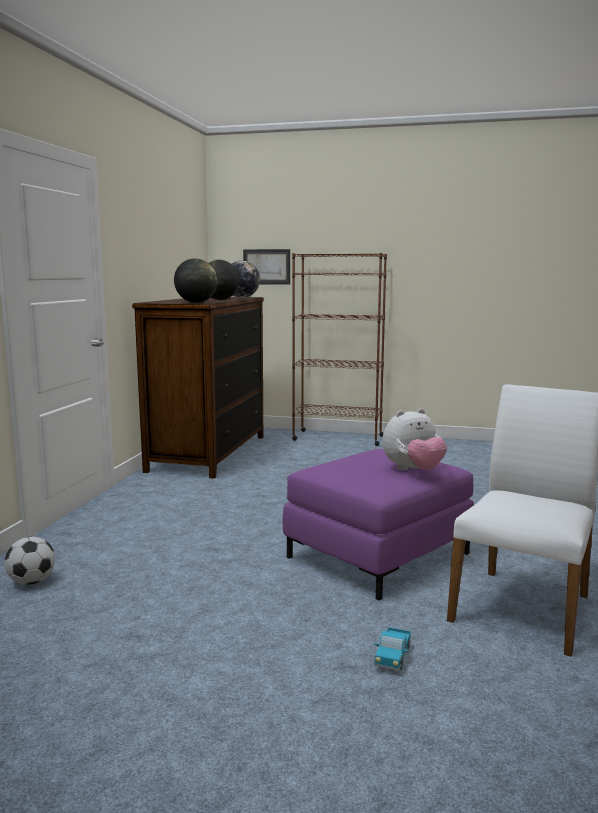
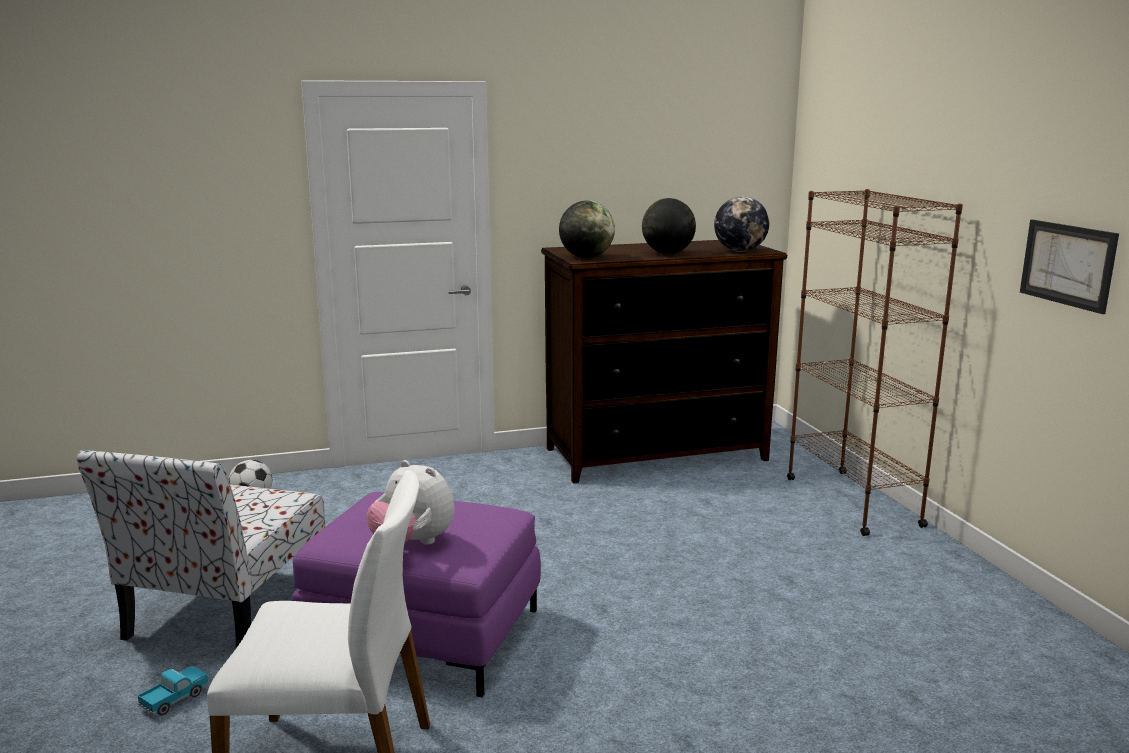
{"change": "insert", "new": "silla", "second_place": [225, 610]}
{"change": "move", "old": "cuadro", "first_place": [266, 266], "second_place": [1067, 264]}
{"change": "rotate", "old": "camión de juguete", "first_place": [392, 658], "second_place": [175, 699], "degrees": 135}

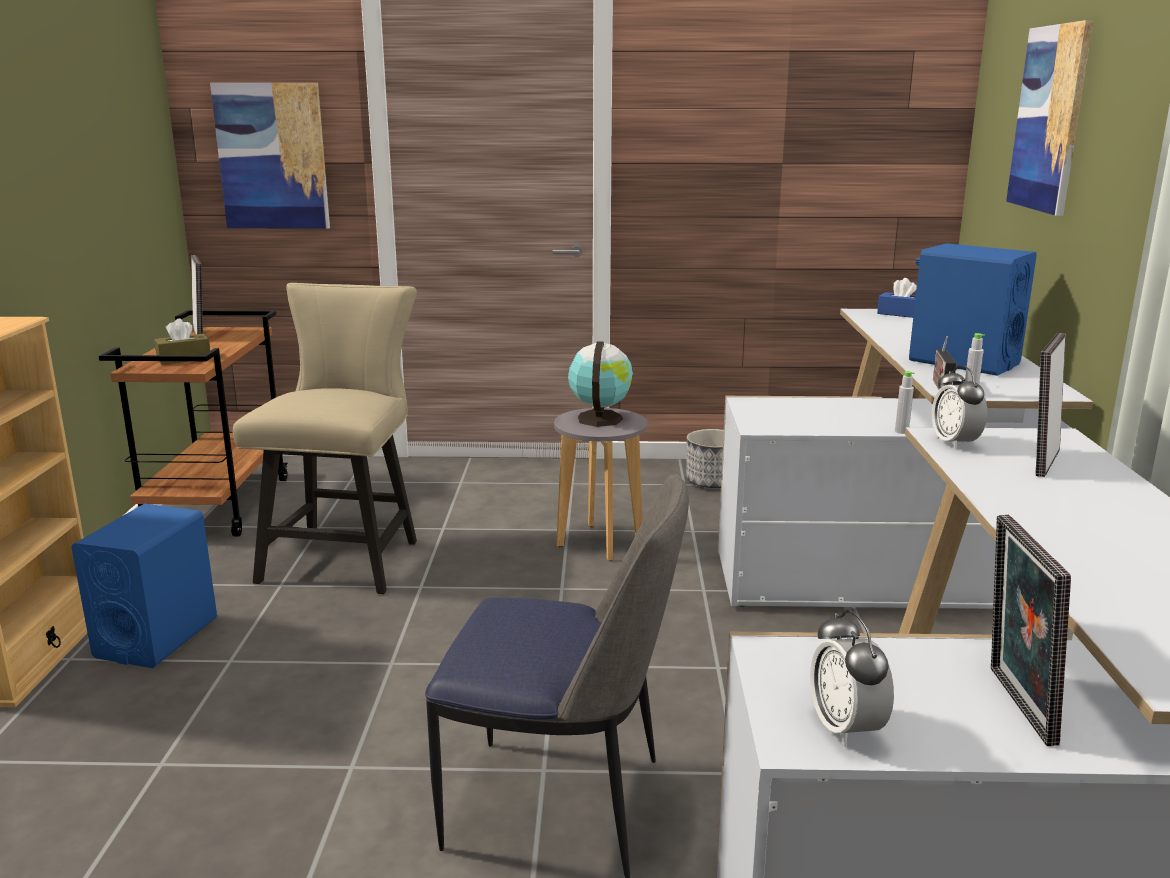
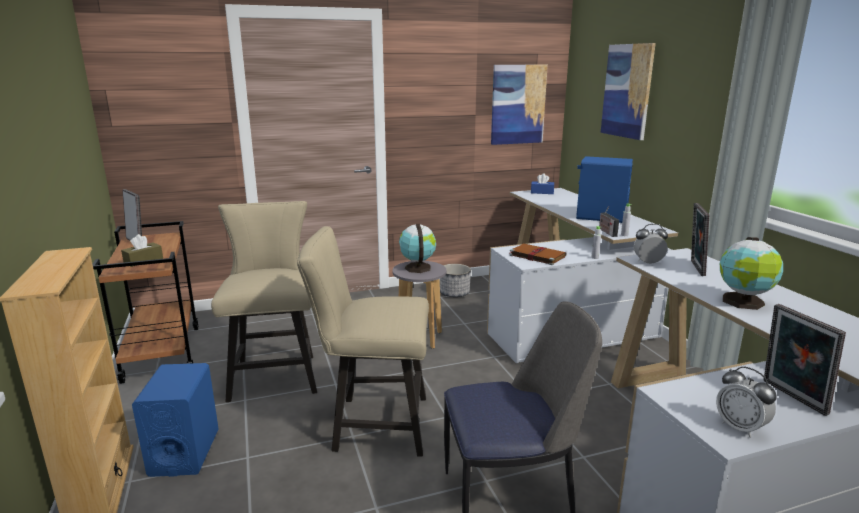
{"change": "insert", "new": "silla [beis]", "second_place": [373, 424]}
{"change": "insert", "new": "libro [marrón]", "second_place": [536, 256]}
{"change": "insert", "new": "globo terráqueo", "second_place": [743, 302]}
{"change": "move", "old": "cuadro", "first_place": [272, 156], "second_place": [518, 104]}
{"change": "rotate", "old": "despertador", "first_place": [954, 443], "second_place": [648, 263], "degrees": 120}

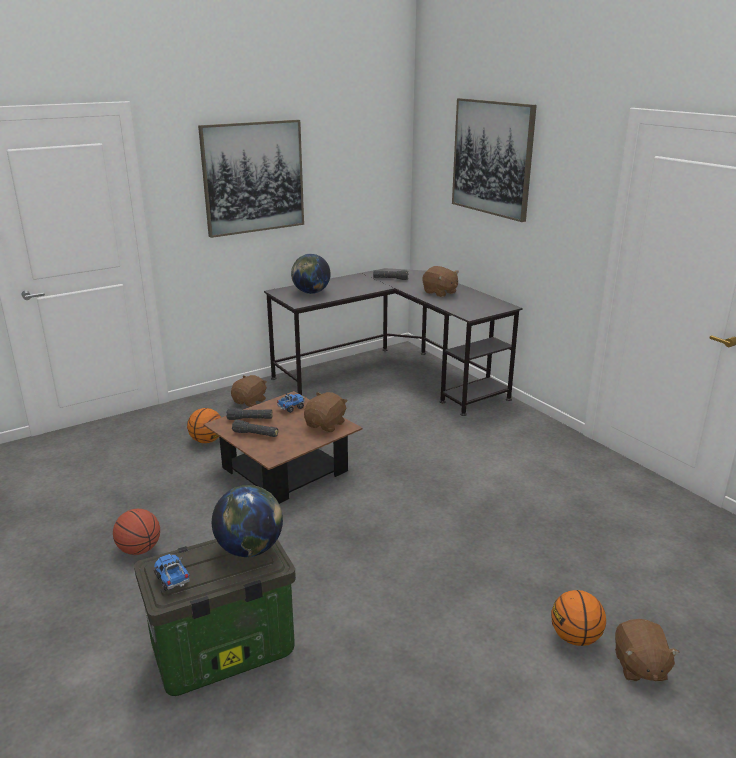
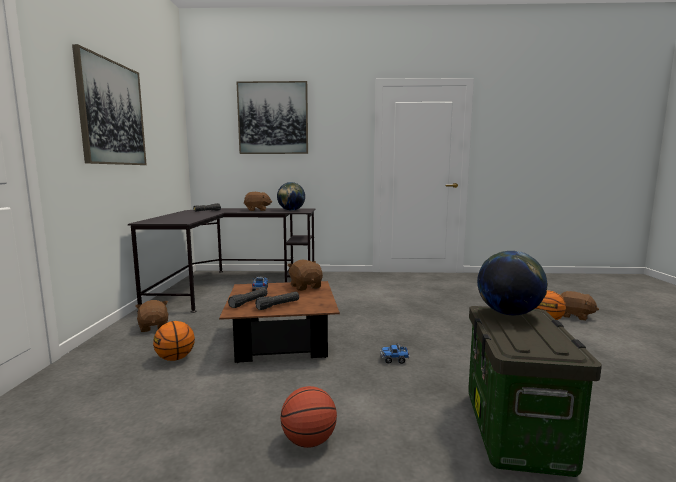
{"change": "move", "old": "camión de juguete", "first_place": [172, 580], "second_place": [394, 360]}
{"change": "move", "old": "globo terráqueo", "first_place": [311, 292], "second_place": [291, 210]}

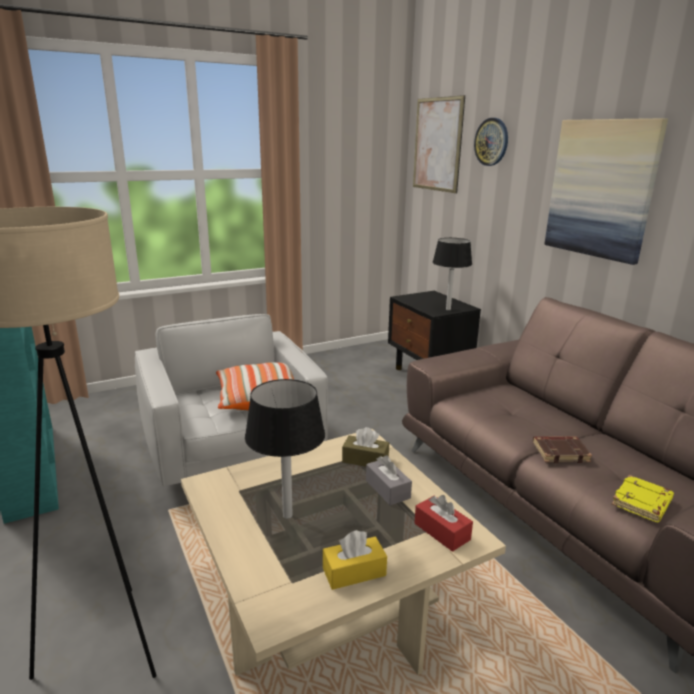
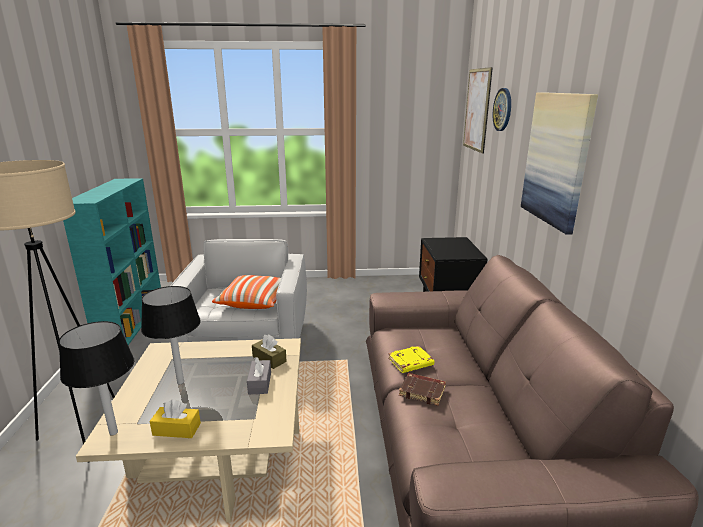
{"change": "delete", "old": "caja de pañuelos [rojo]", "first_place": [442, 531]}
{"change": "move", "old": "lámpara de mesa [negro]", "first_place": [448, 309], "second_place": [113, 432]}
{"change": "move", "old": "libro [amarillo]", "first_place": [642, 503], "second_place": [410, 363]}

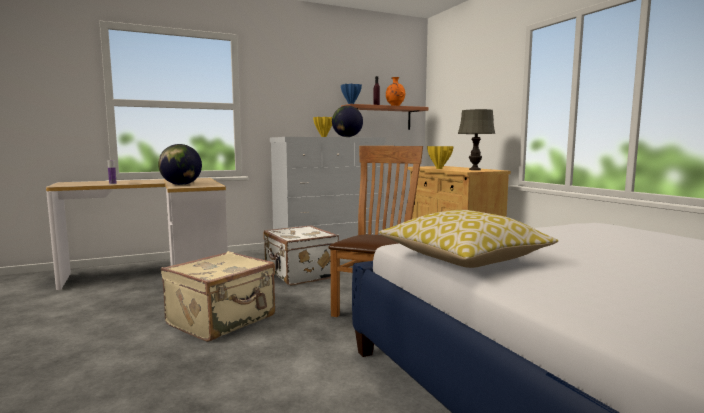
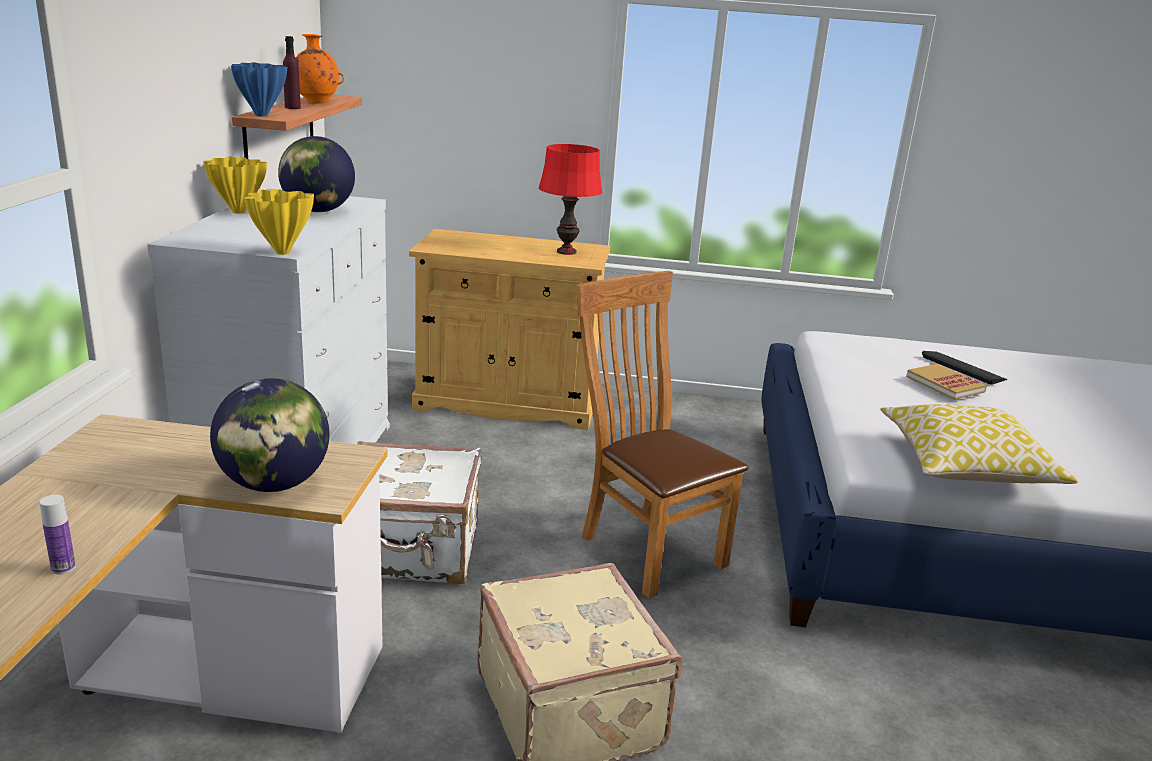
{"change": "insert", "new": "libro", "second_place": [945, 384]}
{"change": "insert", "new": "teclado", "second_place": [963, 368]}
{"change": "move", "old": "florero [amarillo]", "first_place": [438, 168], "second_place": [281, 252]}
{"change": "recolor", "old": "lámpara de mesa [gris]", "new": "lámpara de mesa [rojo]", "first_place": [474, 169], "second_place": [566, 252]}

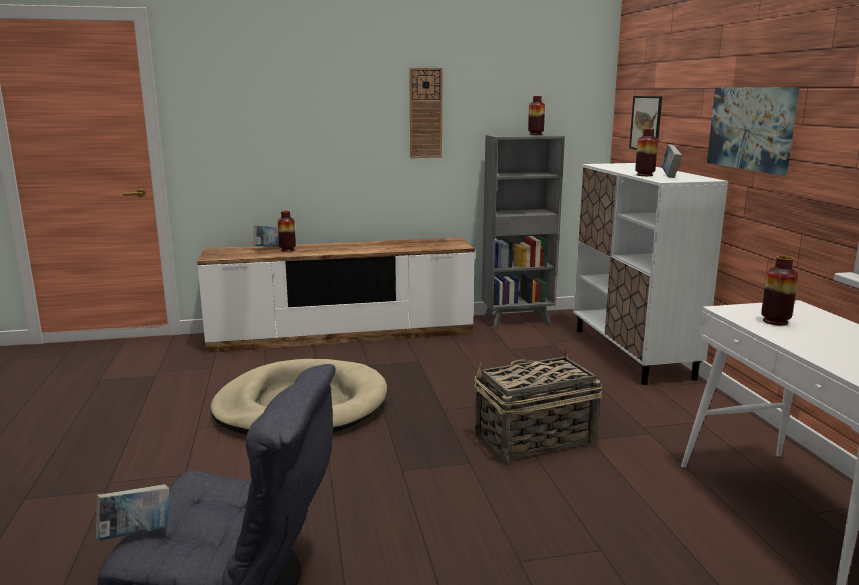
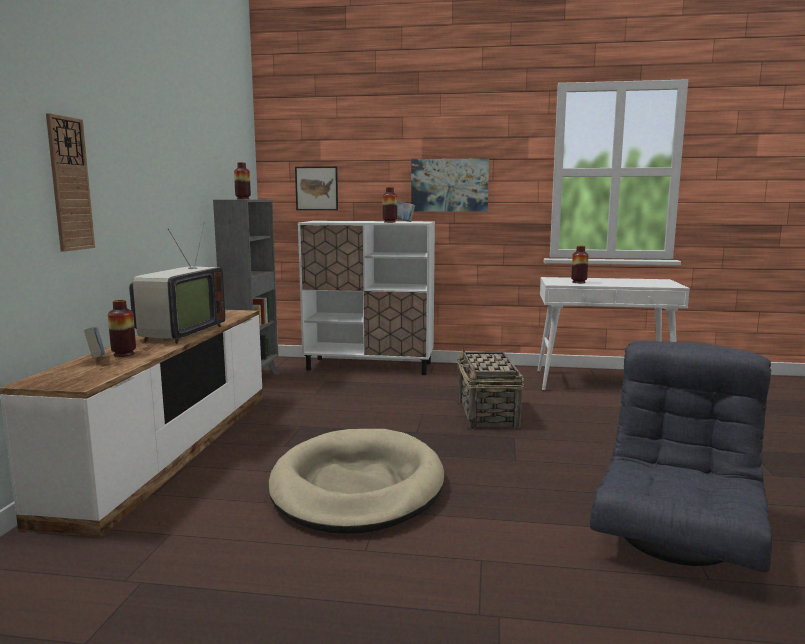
{"change": "delete", "old": "libro", "first_place": [136, 534]}
{"change": "insert", "new": "televisor", "second_place": [179, 334]}
{"change": "move", "old": "reloj de pared", "first_place": [425, 113], "second_place": [70, 184]}

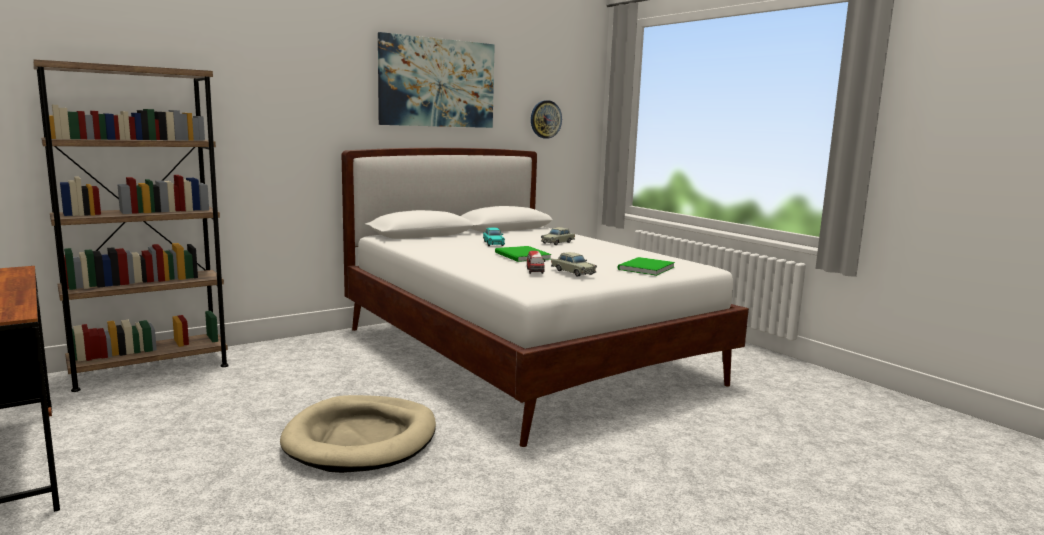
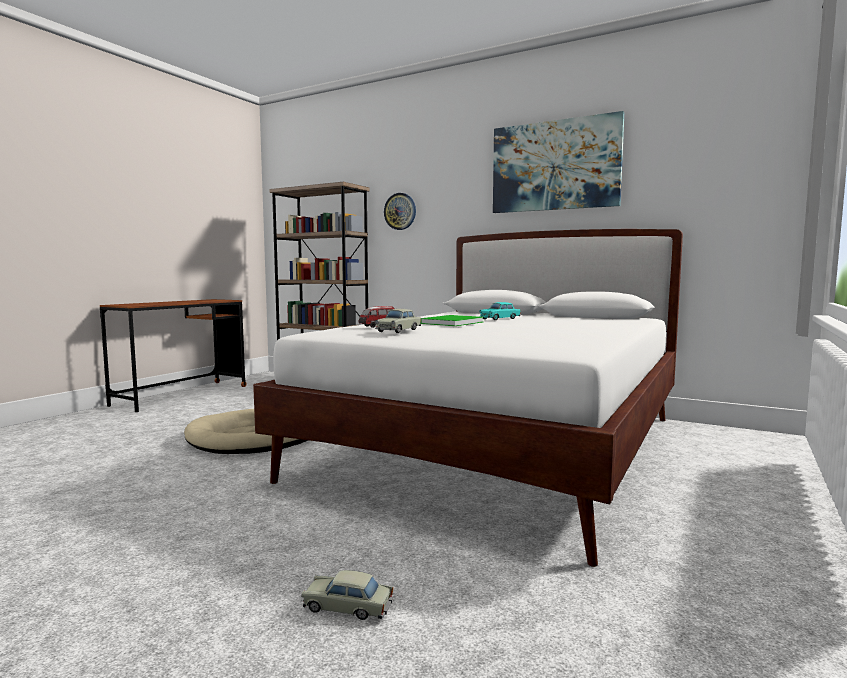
{"change": "delete", "old": "libro [verde]", "first_place": [644, 268]}
{"change": "move", "old": "reloj de pared", "first_place": [545, 119], "second_place": [400, 211]}
{"change": "move", "old": "coche de juguete [beis]", "first_place": [558, 242], "second_place": [347, 607]}

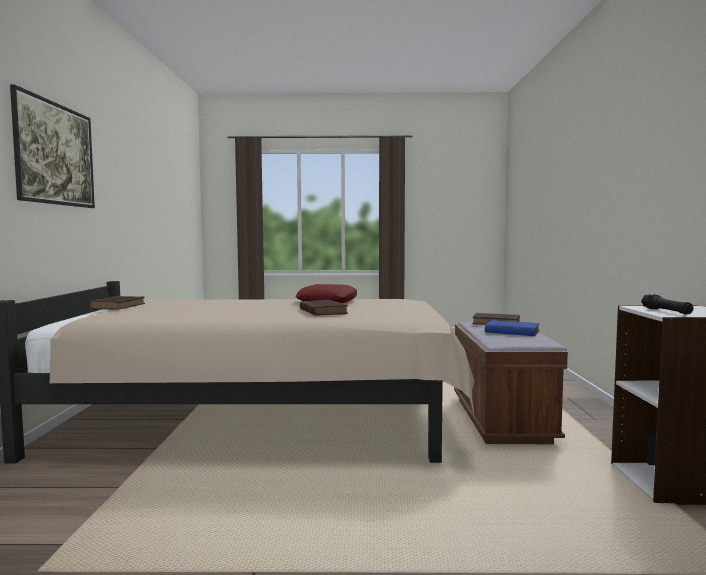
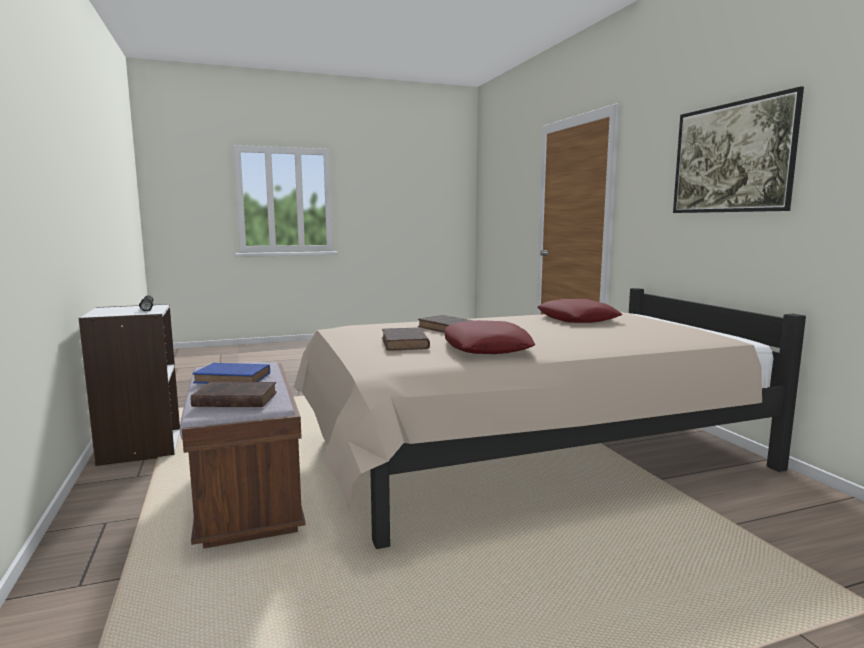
{"change": "insert", "new": "cojín [rojo]", "second_place": [577, 319]}
{"change": "move", "old": "libro [marrón]", "first_place": [118, 306], "second_place": [405, 343]}

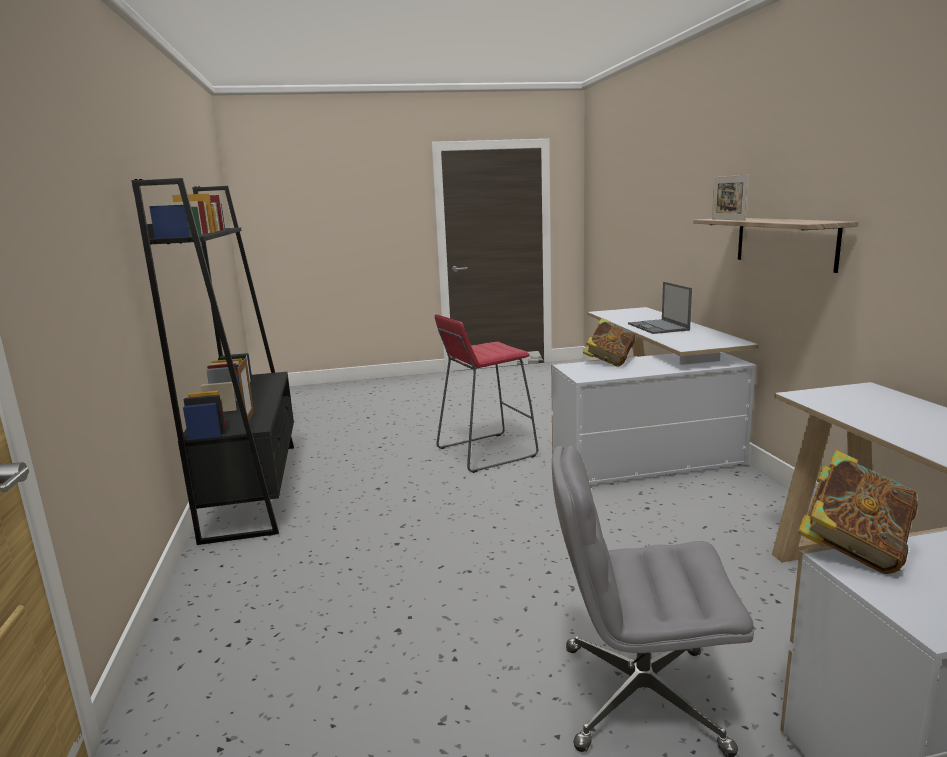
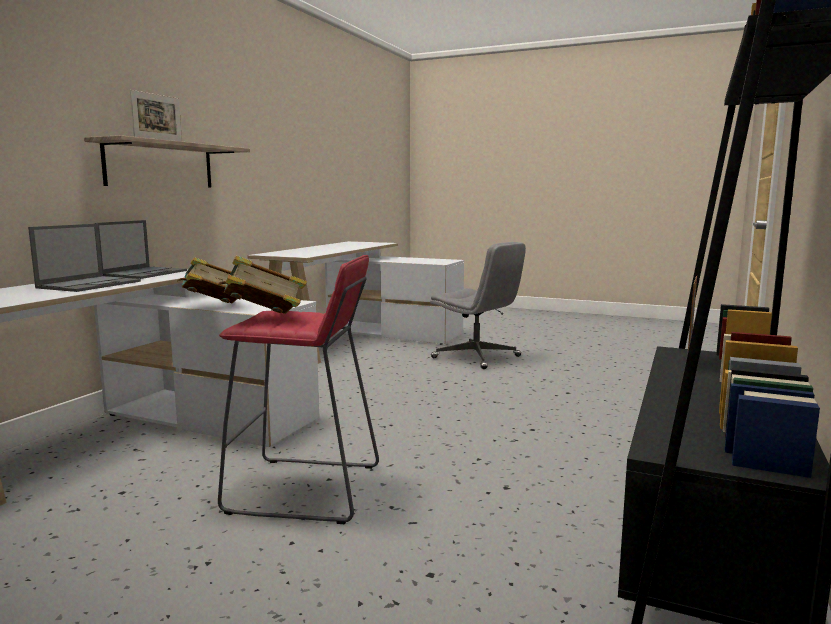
{"change": "insert", "new": "portátil", "second_place": [145, 273]}
{"change": "move", "old": "libro", "first_place": [853, 549], "second_place": [263, 318]}

